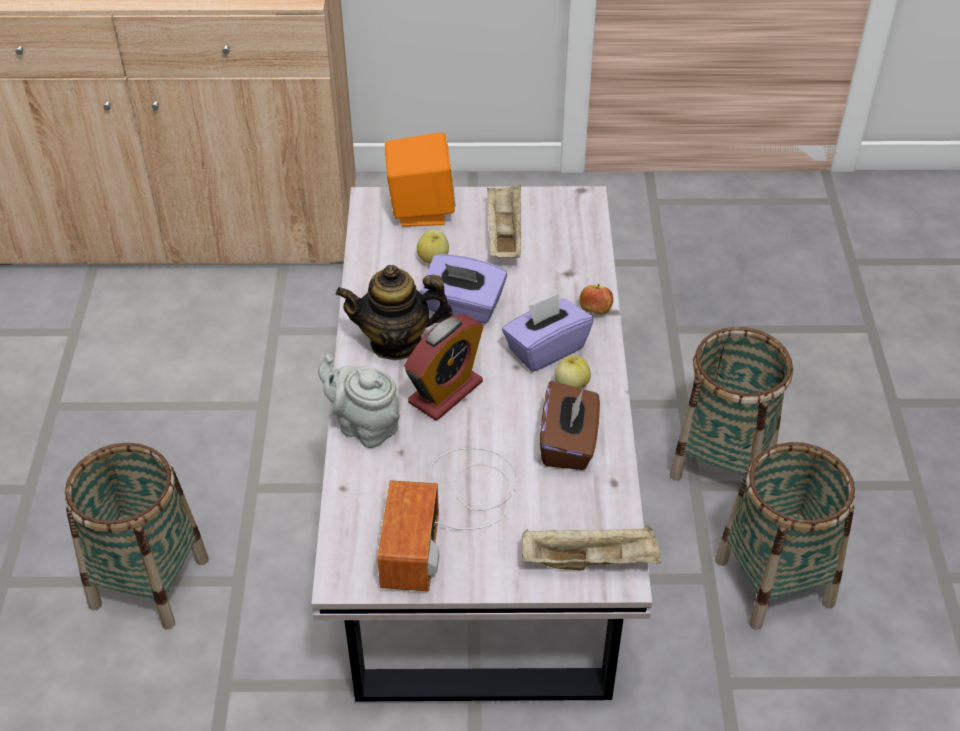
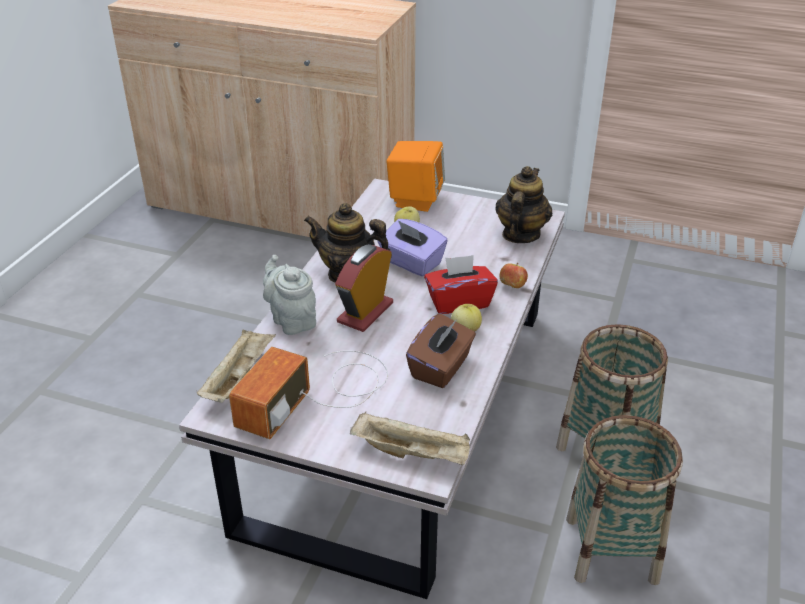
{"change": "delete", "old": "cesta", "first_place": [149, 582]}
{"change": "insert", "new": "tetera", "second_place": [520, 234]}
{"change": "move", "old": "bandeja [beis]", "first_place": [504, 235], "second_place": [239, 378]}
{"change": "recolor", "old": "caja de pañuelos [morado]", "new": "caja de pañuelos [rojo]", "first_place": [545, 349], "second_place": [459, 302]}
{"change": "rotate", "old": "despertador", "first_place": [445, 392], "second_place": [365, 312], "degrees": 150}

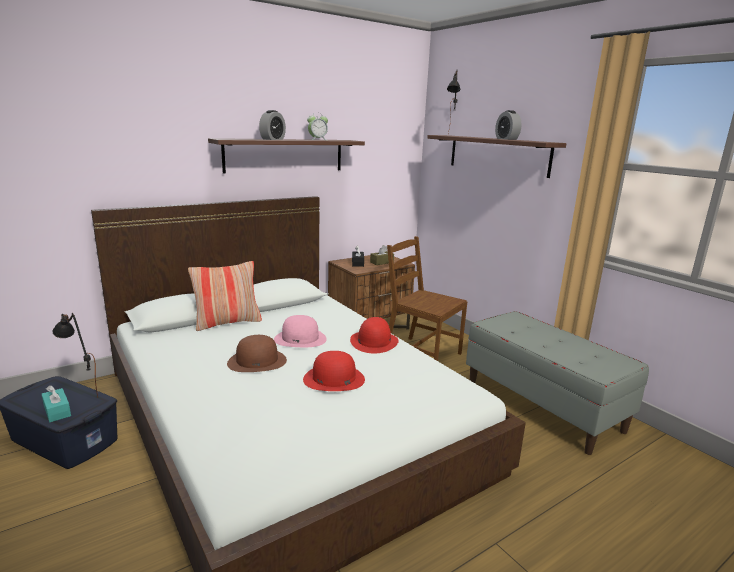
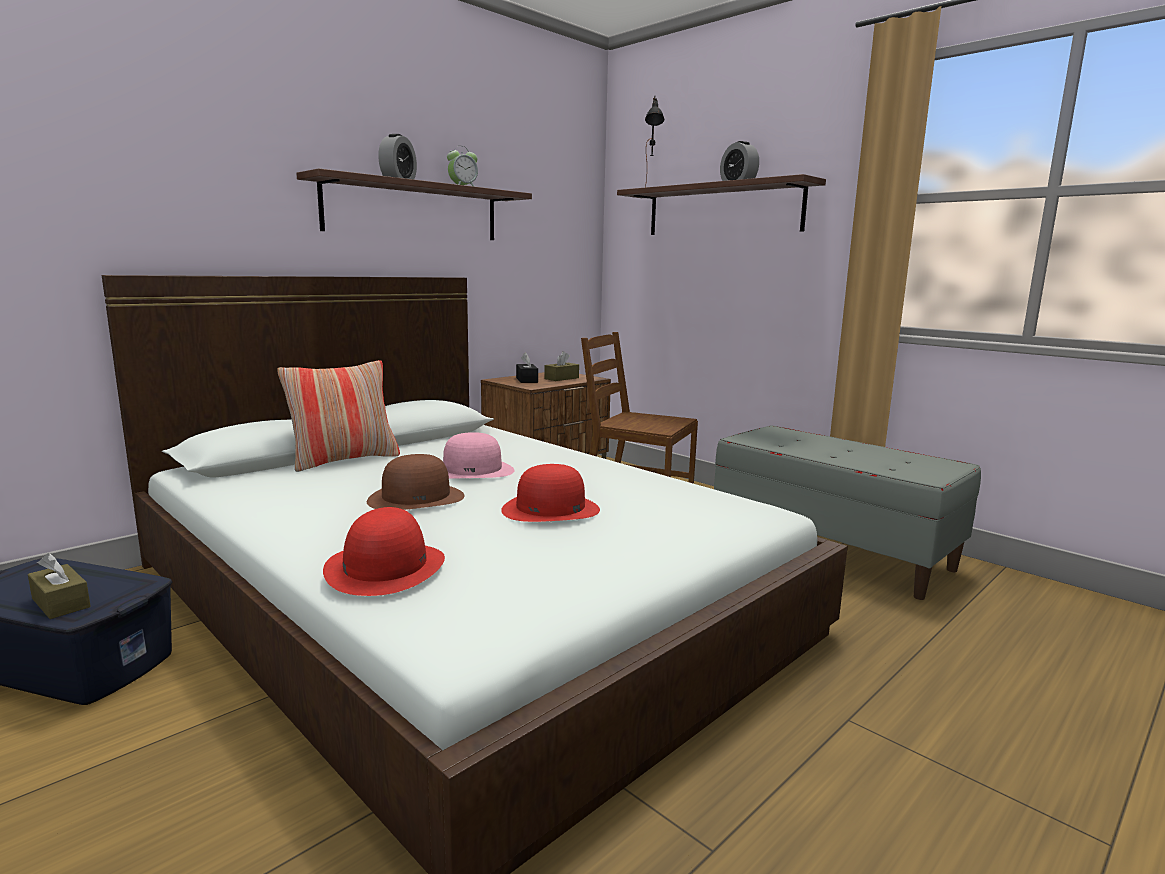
{"change": "delete", "old": "lámpara de mesa [negro]", "first_place": [81, 393]}
{"change": "move", "old": "sombrero [rojo]", "first_place": [374, 341], "second_place": [385, 567]}
{"change": "recolor", "old": "caja de pañuelos [turquesa]", "new": "caja de pañuelos [marrón]", "first_place": [57, 411], "second_place": [61, 603]}

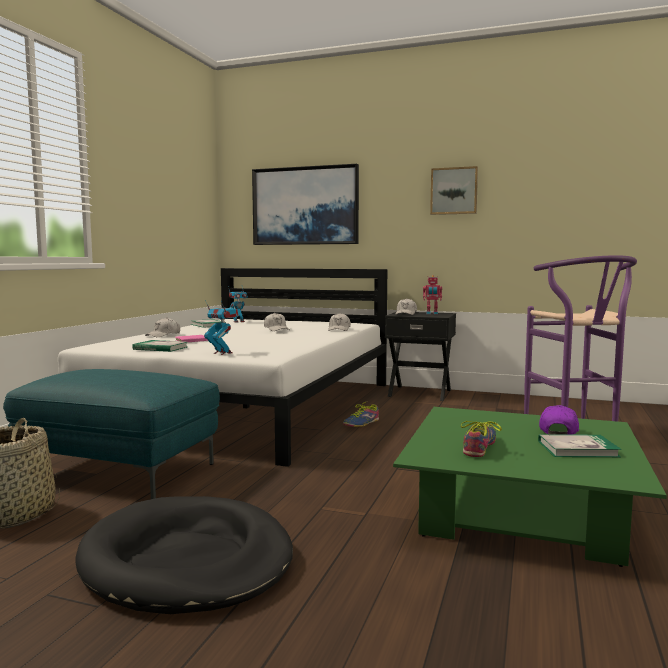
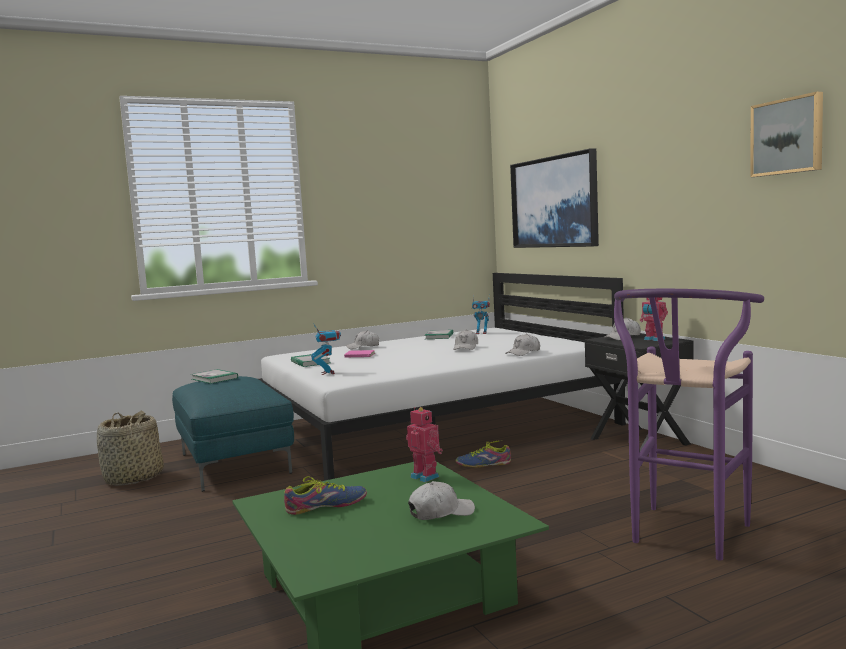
{"change": "delete", "old": "cama para perro [negro]", "first_place": [187, 560]}
{"change": "insert", "new": "robot de juguete", "second_place": [426, 476]}
{"change": "move", "old": "cuadro", "first_place": [454, 191], "second_place": [787, 136]}
{"change": "move", "old": "libro", "first_place": [577, 449], "second_place": [214, 378]}
{"change": "recolor", "old": "gorra [morado]", "new": "gorra [blanco]", "first_place": [558, 430], "second_place": [441, 512]}

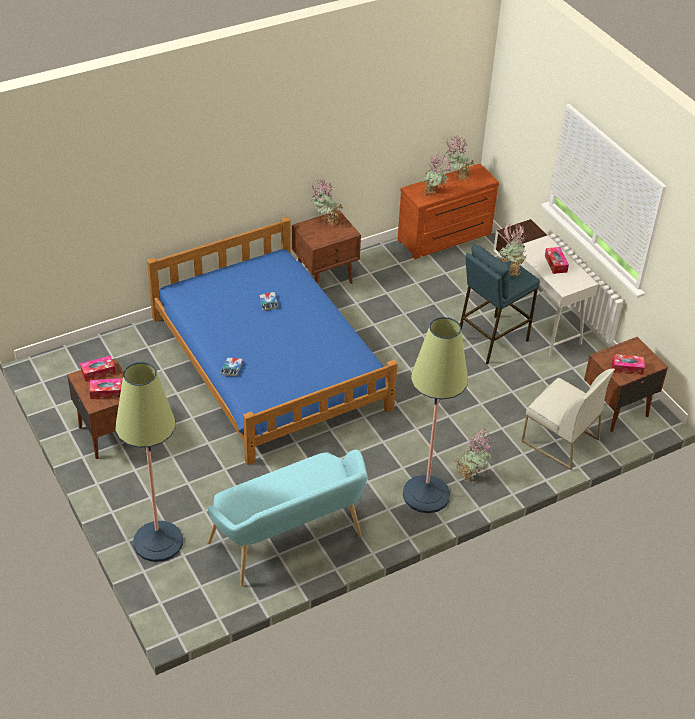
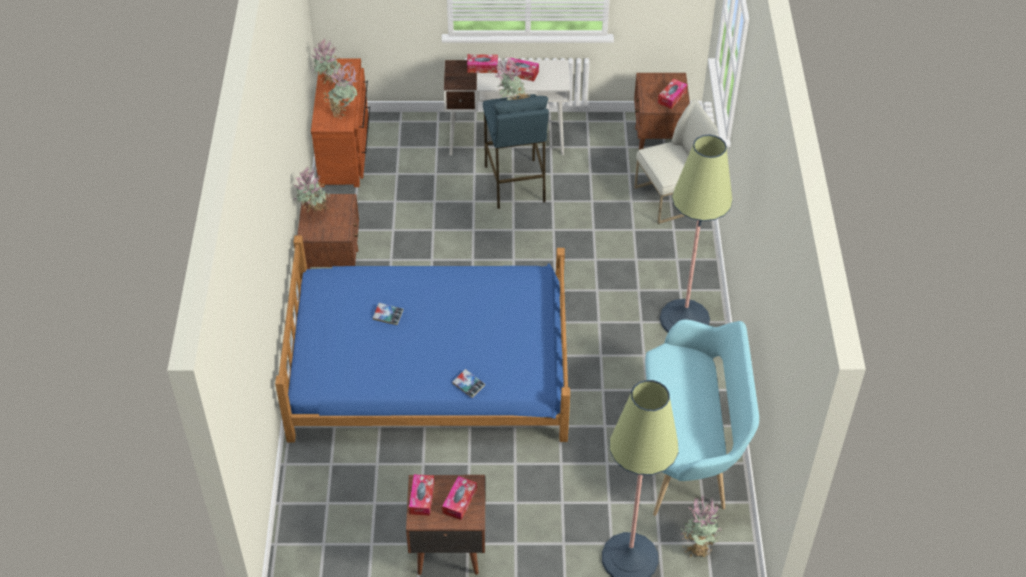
{"change": "insert", "new": "caja de pañuelos", "second_place": [482, 67]}
{"change": "move", "old": "planta en maceta", "first_place": [471, 475], "second_place": [697, 546]}

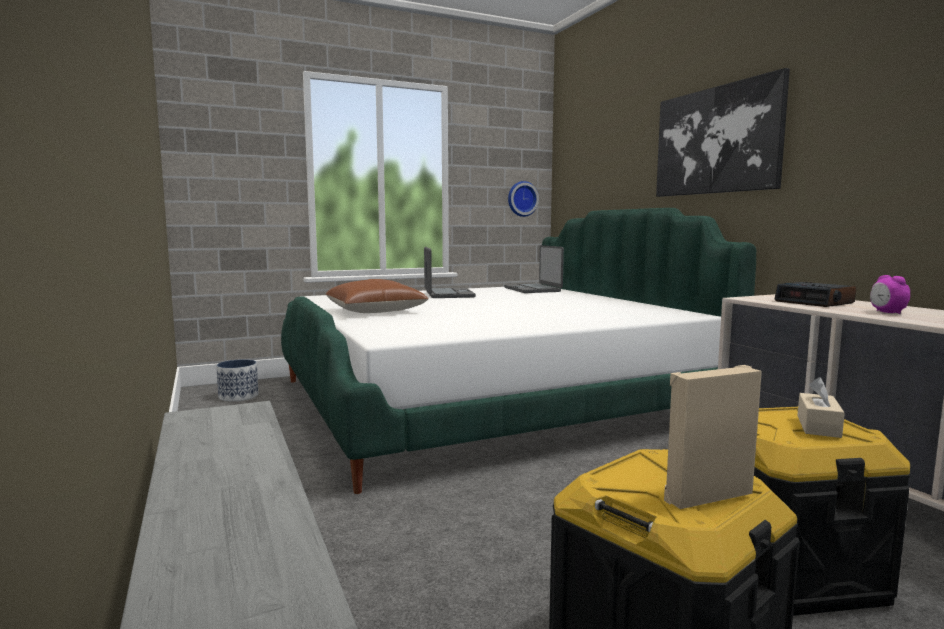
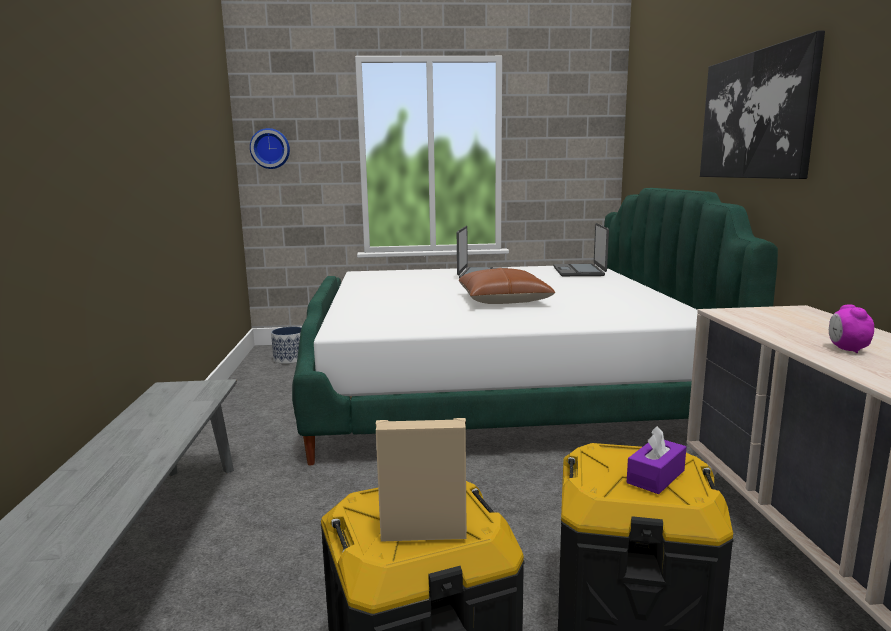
{"change": "delete", "old": "despertador", "first_place": [815, 302]}
{"change": "move", "old": "cojín [marrón]", "first_place": [375, 311], "second_place": [503, 300]}
{"change": "move", "old": "reloj de pared", "first_place": [522, 199], "second_place": [270, 148]}
{"change": "recolor", "old": "caja de pañuelos [beis]", "new": "caja de pañuelos [morado]", "first_place": [818, 426], "second_place": [655, 476]}

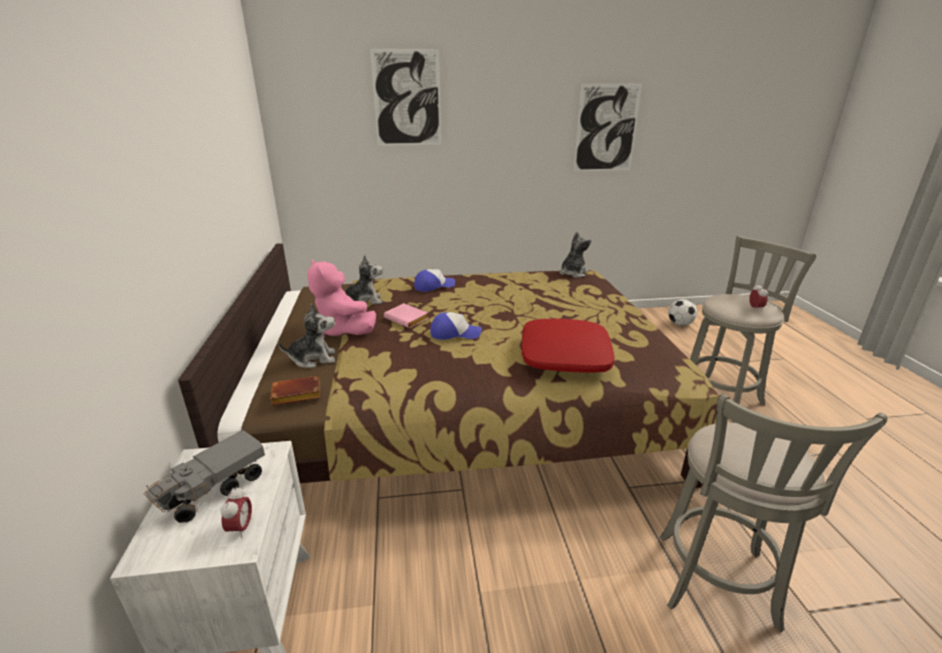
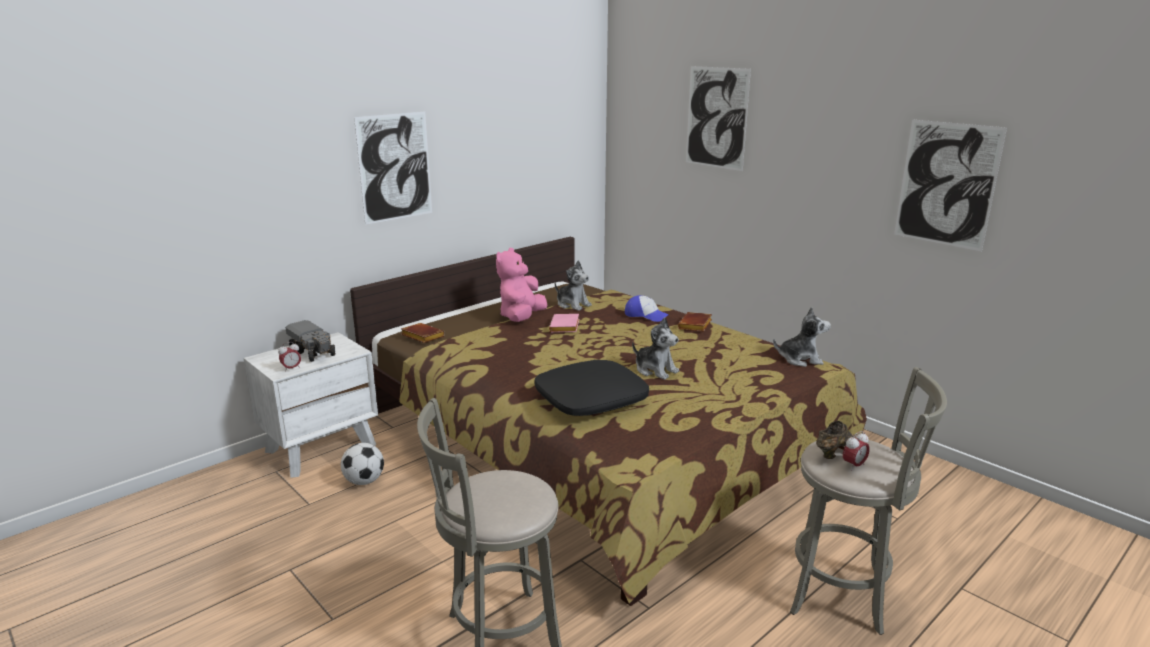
{"change": "delete", "old": "gorra", "first_place": [455, 333]}
{"change": "insert", "new": "cuadro", "second_place": [395, 167]}
{"change": "insert", "new": "libro [marrón]", "second_place": [695, 326]}
{"change": "insert", "new": "zapato [marrón]", "second_place": [836, 452]}
{"change": "move", "old": "peluche", "first_place": [313, 359], "second_place": [655, 370]}
{"change": "move", "old": "balón de fútbol", "first_place": [679, 324], "second_place": [364, 481]}
{"change": "recolor", "old": "cojín [rojo]", "new": "cojín [negro]", "first_place": [564, 356], "second_place": [591, 399]}
{"change": "rotate", "old": "camión de juguete", "first_place": [214, 490], "second_place": [313, 351], "degrees": -135}

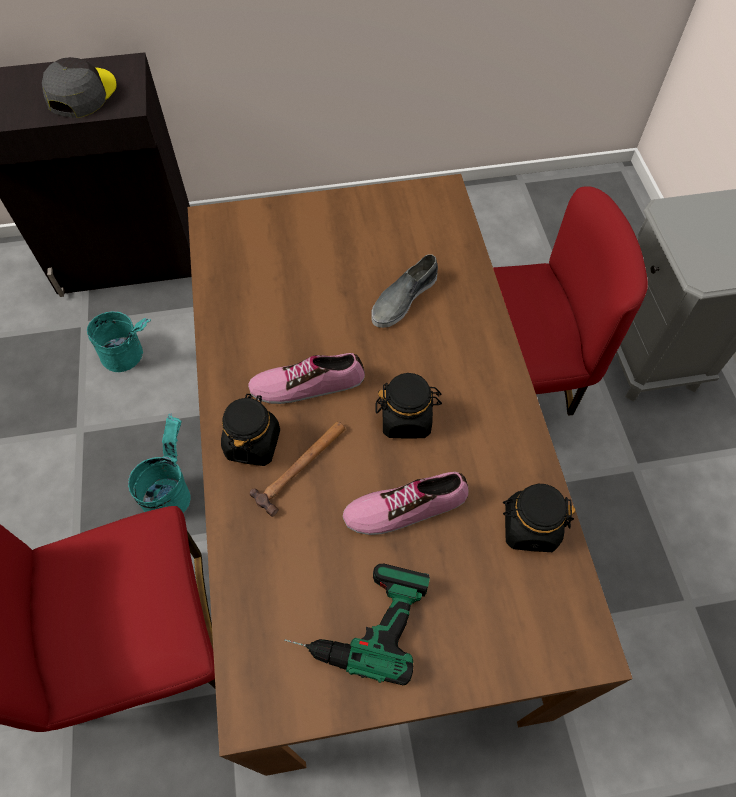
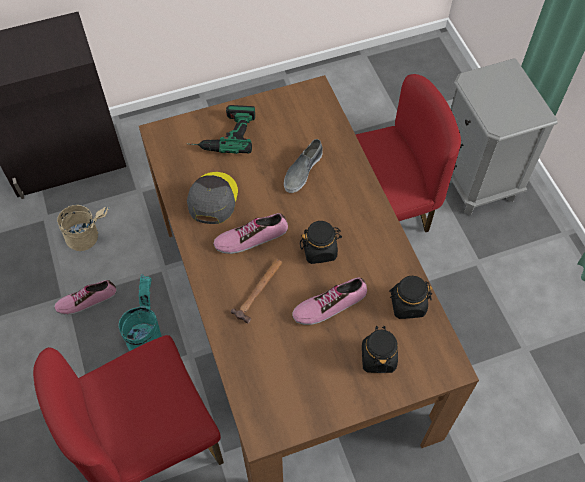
{"change": "insert", "new": "zapato", "second_place": [86, 300]}
{"change": "move", "old": "gorra [gris]", "first_place": [81, 93], "second_place": [212, 199]}
{"change": "move", "old": "tarro [negro]", "first_place": [253, 443], "second_place": [378, 357]}
{"change": "move", "old": "taladro", "first_place": [358, 618], "second_place": [222, 133]}
{"change": "recolor", "old": "cubo [turquesa]", "new": "cubo [beis]", "first_place": [129, 356], "second_place": [88, 237]}

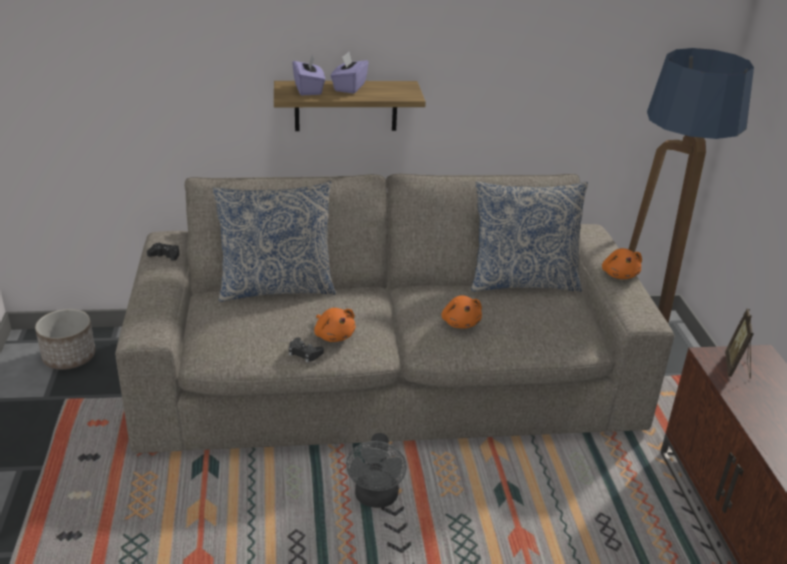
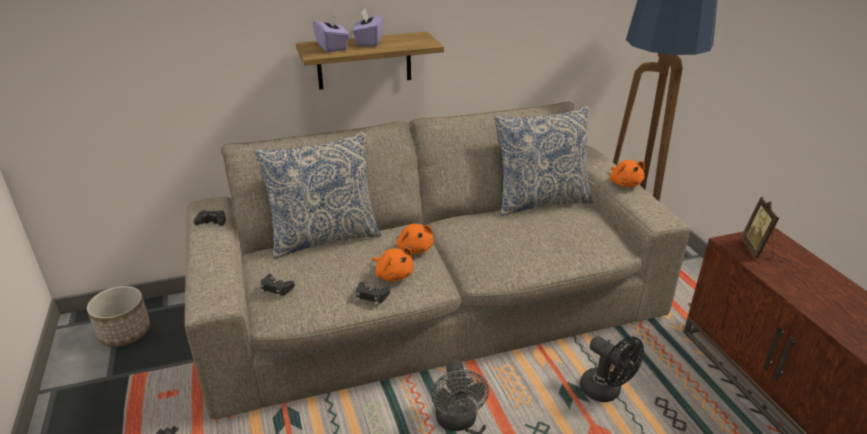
{"change": "insert", "new": "mando de consola [negro]", "second_place": [276, 288]}
{"change": "insert", "new": "ventilador [negro]", "second_place": [606, 392]}
{"change": "move", "old": "peluche [naranja]", "first_place": [460, 322], "second_place": [414, 248]}

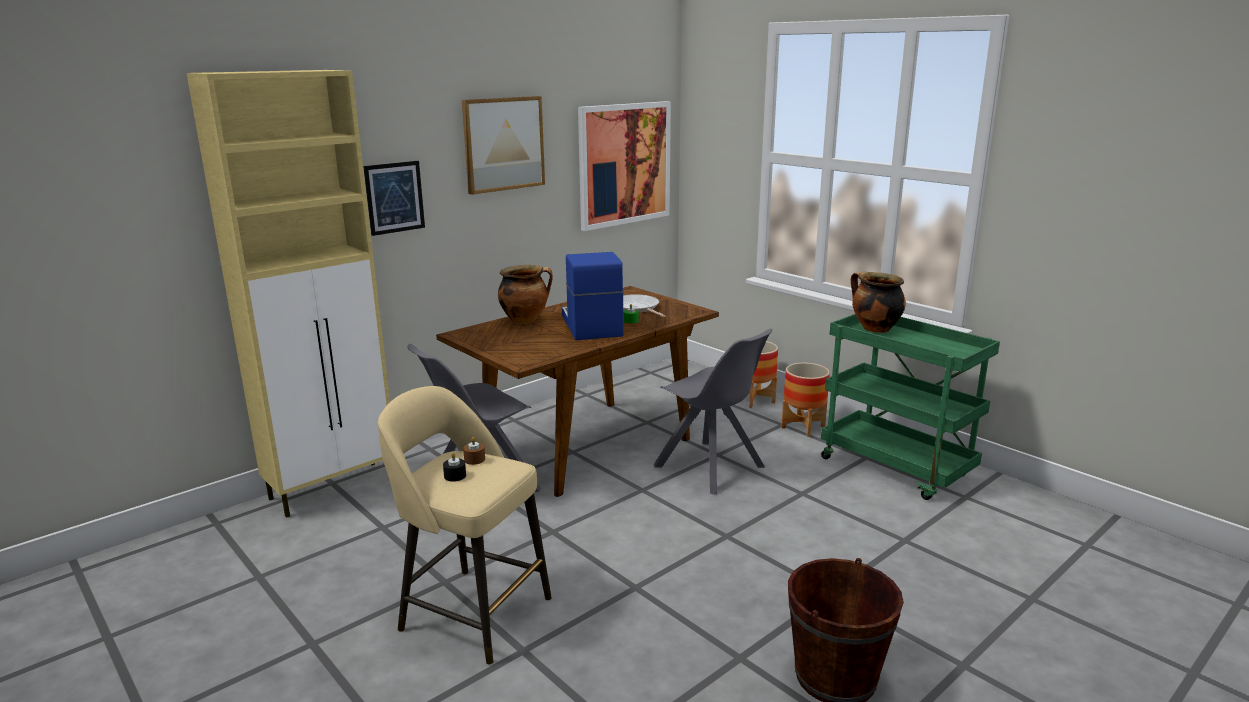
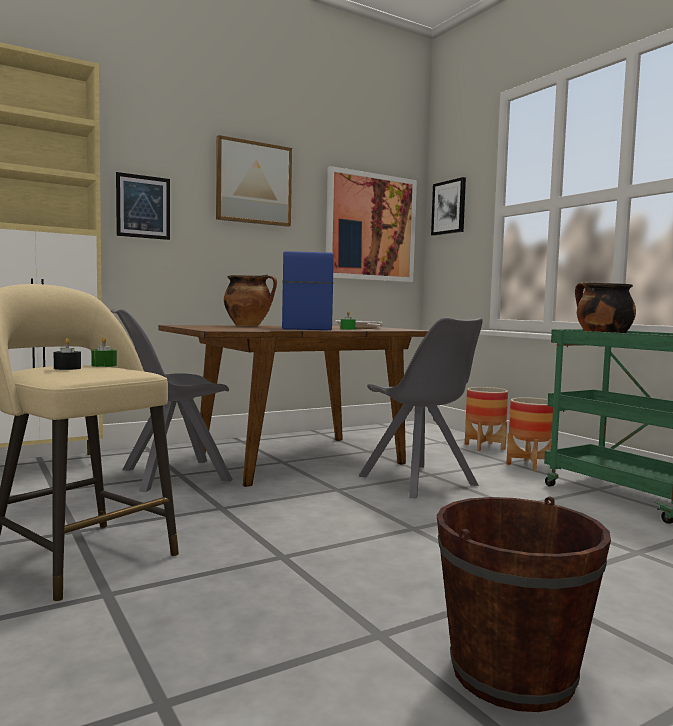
{"change": "insert", "new": "cuadro", "second_place": [449, 207]}
{"change": "recolor", "old": "vela [marrón]", "new": "vela [verde]", "first_place": [474, 459], "second_place": [104, 365]}

